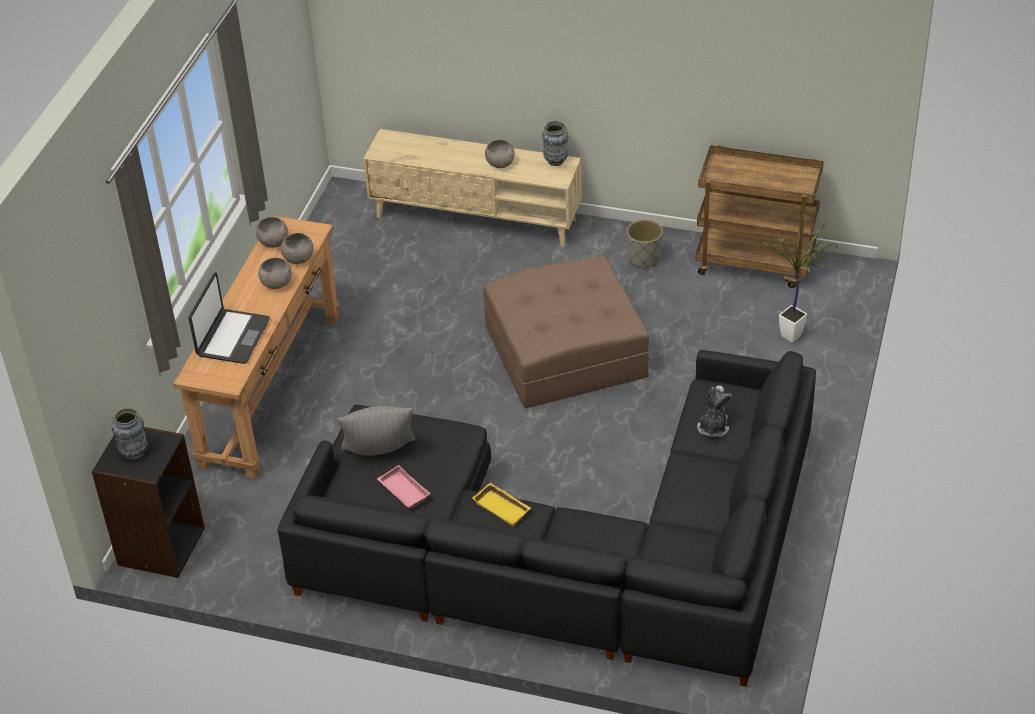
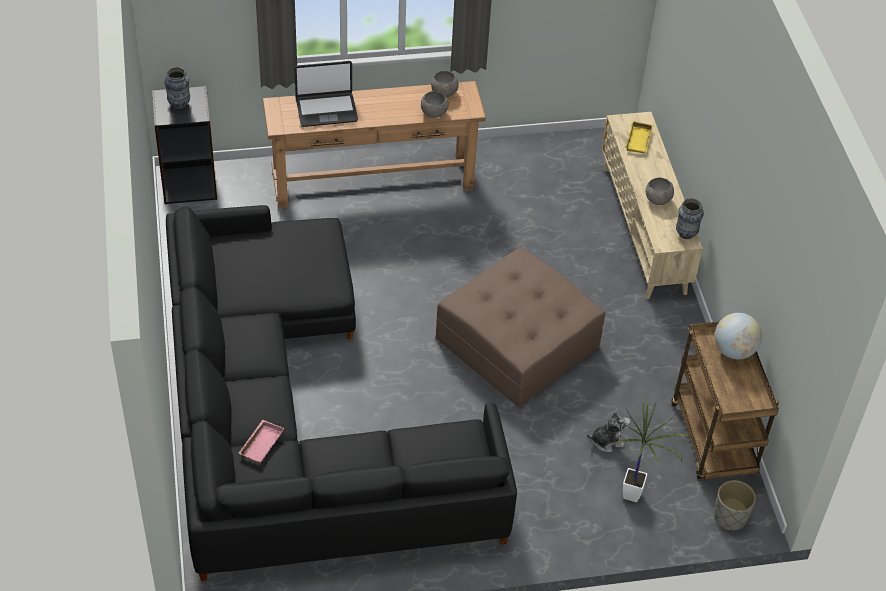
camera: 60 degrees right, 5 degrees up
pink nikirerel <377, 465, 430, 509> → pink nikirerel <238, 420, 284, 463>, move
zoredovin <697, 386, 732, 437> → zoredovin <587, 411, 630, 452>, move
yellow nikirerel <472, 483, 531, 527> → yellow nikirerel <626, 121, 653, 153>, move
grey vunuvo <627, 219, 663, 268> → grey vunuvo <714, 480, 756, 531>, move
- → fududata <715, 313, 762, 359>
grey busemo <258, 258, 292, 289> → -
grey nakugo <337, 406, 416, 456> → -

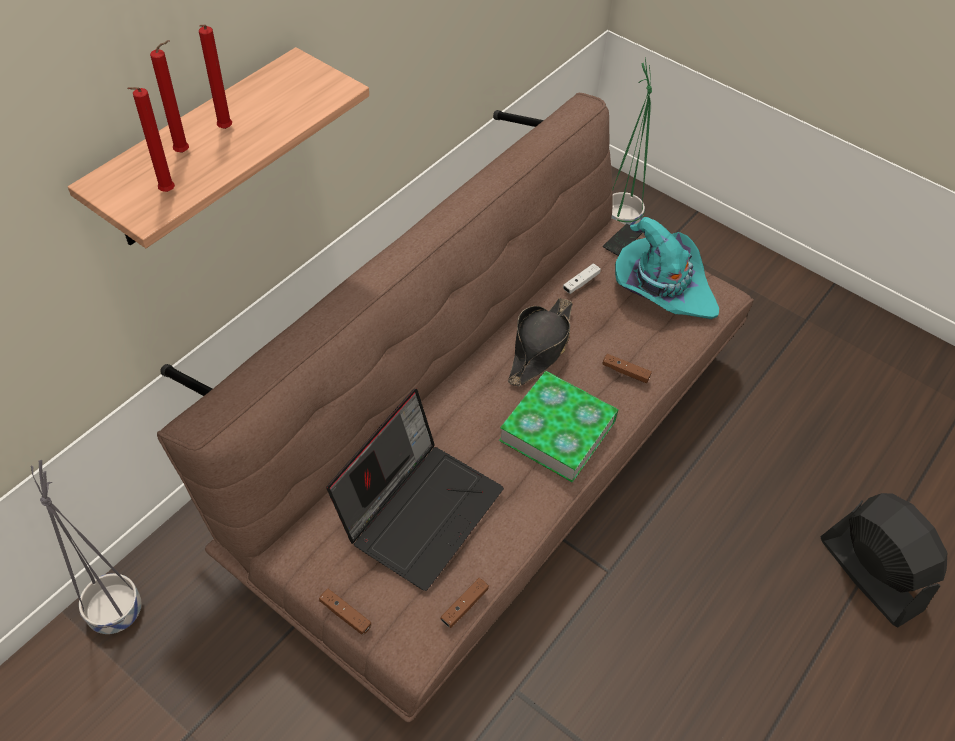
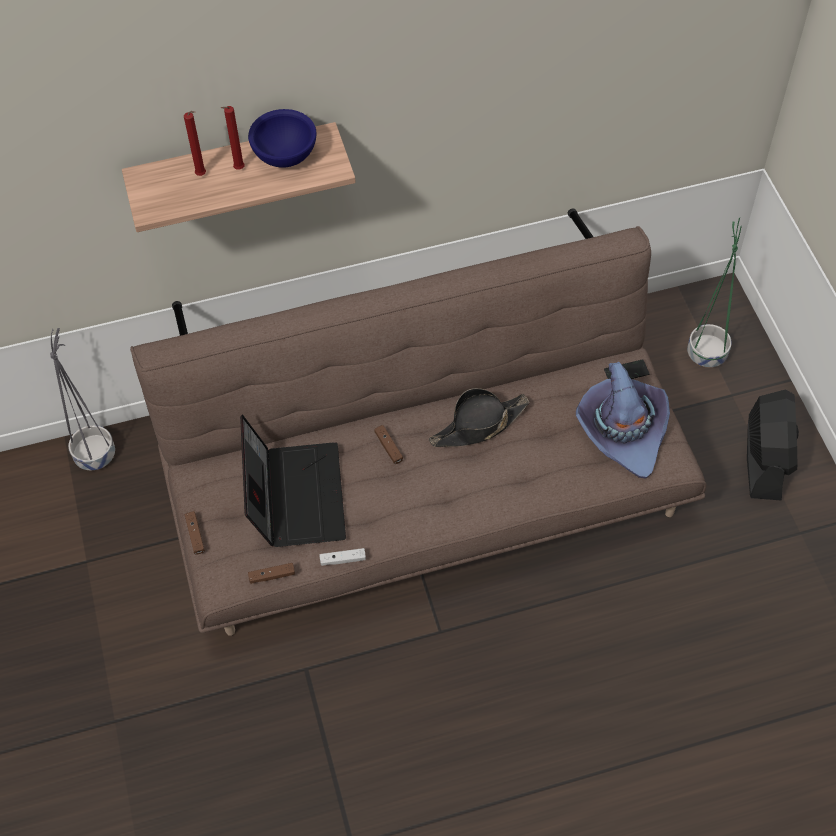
camera: 40 degrees right, 5 degrees up
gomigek <326, 389, 504, 591> → gomigek <240, 414, 346, 547>, 75 degrees counterclockwise
- → blue busemo <248, 109, 317, 168>
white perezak <563, 263, 601, 294> → white perezak <319, 548, 366, 566>, move
brown perezak <602, 354, 652, 383> → brown perezak <374, 425, 403, 464>, move
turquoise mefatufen <615, 217, 719, 319> → purple mefatufen <576, 362, 670, 479>
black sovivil <820, 493, 947, 627> → black sovivil <747, 389, 799, 501>, move
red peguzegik <127, 87, 175, 192> → -
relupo <499, 371, 619, 483> → -

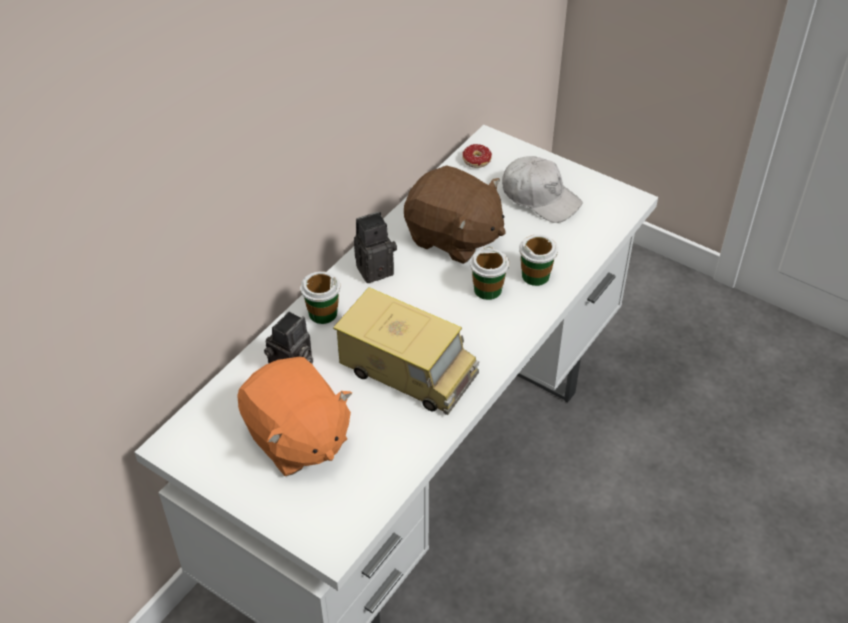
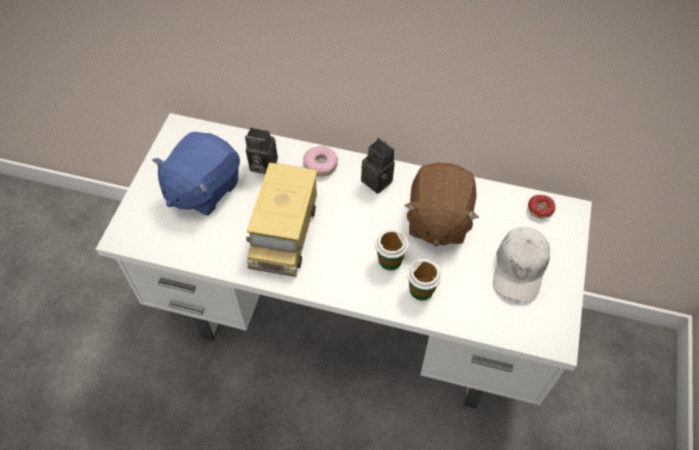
camera: 70 degrees right, 10 degrees up
orange zoredovin <237, 357, 352, 476> → blue zoredovin <152, 132, 240, 215>
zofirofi <300, 271, 340, 324> → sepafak <303, 146, 338, 177>

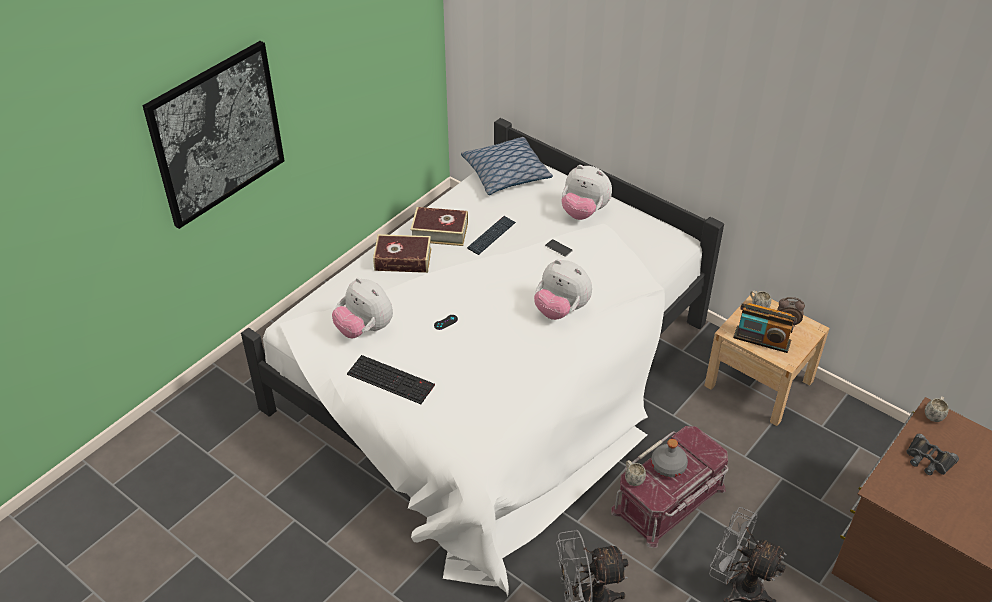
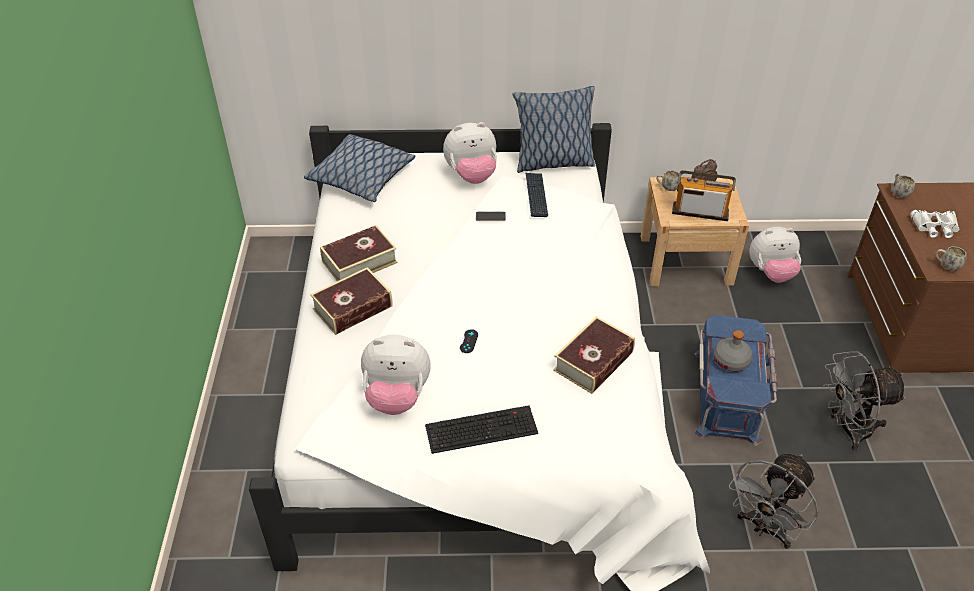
camera: 40 degrees left, 0 degrees up
- → nakugo <512, 86, 595, 173>
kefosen <467, 216, 516, 255> → kefosen <526, 173, 548, 217>, move
- → relupo <553, 316, 635, 394>
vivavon <733, 303, 797, 353> → vivavon <672, 170, 736, 221>, 150 degrees counterclockwise
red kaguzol <611, 426, 729, 548> → blue kaguzol <694, 315, 778, 446>
zoredovin <534, 259, 592, 320> → zoredovin <749, 227, 801, 283>, move
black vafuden <906, 434, 959, 475> → white vafuden <910, 209, 959, 238>
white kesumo <625, 460, 646, 486> → white kesumo <935, 246, 967, 271>, move
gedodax <142, 41, 285, 229> → -

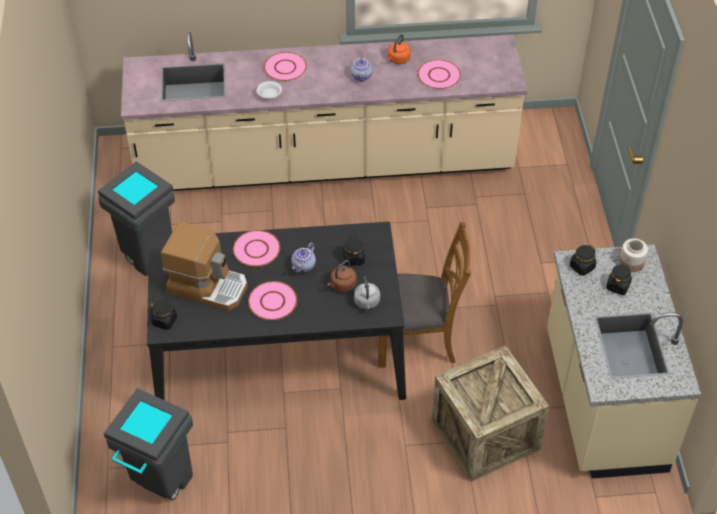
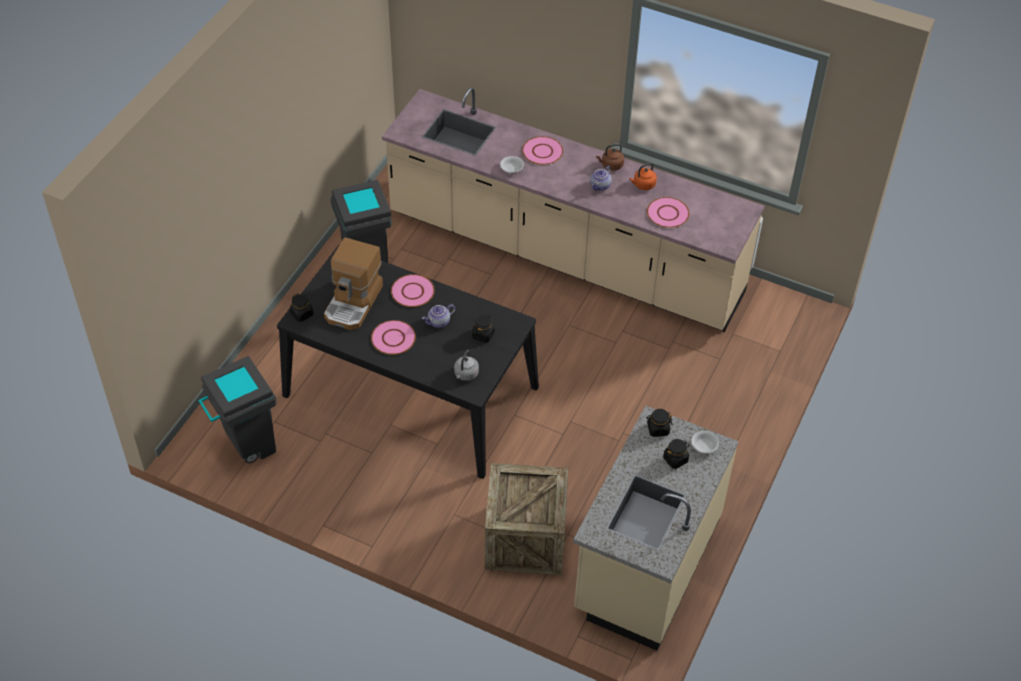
camera: 30 degrees right, 0 degrees up
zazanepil <161, 222, 248, 311> → zazanepil <324, 237, 383, 330>, 60 degrees clockwise
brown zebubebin <327, 260, 357, 292> → brown zebubebin <596, 144, 624, 171>, move
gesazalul <619, 238, 648, 272> → white busemo <691, 431, 719, 453>
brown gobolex <378, 222, 471, 368> → -

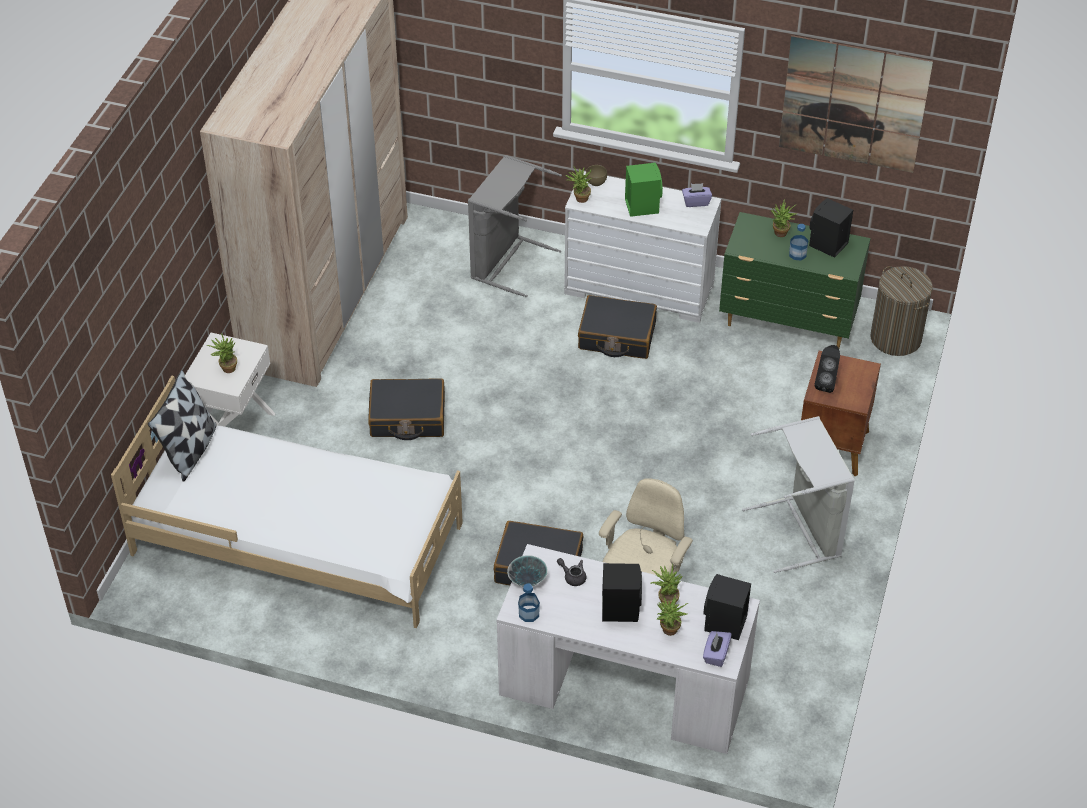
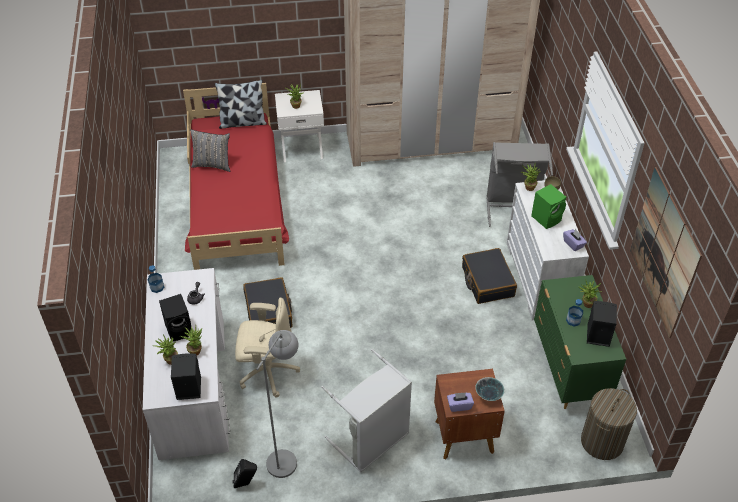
camera: 65 degrees right, 0 degrees up
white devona <111, 375, 463, 628> → red devona <183, 83, 289, 270>
- → grey nakugo <190, 129, 231, 172>
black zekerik <814, 345, 840, 393> → black zekerik <232, 459, 257, 488>, move
- → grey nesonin <256, 330, 298, 478>
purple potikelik <703, 631, 732, 667> → purple potikelik <447, 392, 474, 412>, move
busemo <507, 555, 548, 587> → busemo <475, 377, 505, 401>, move
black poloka <368, 378, 445, 440> → -

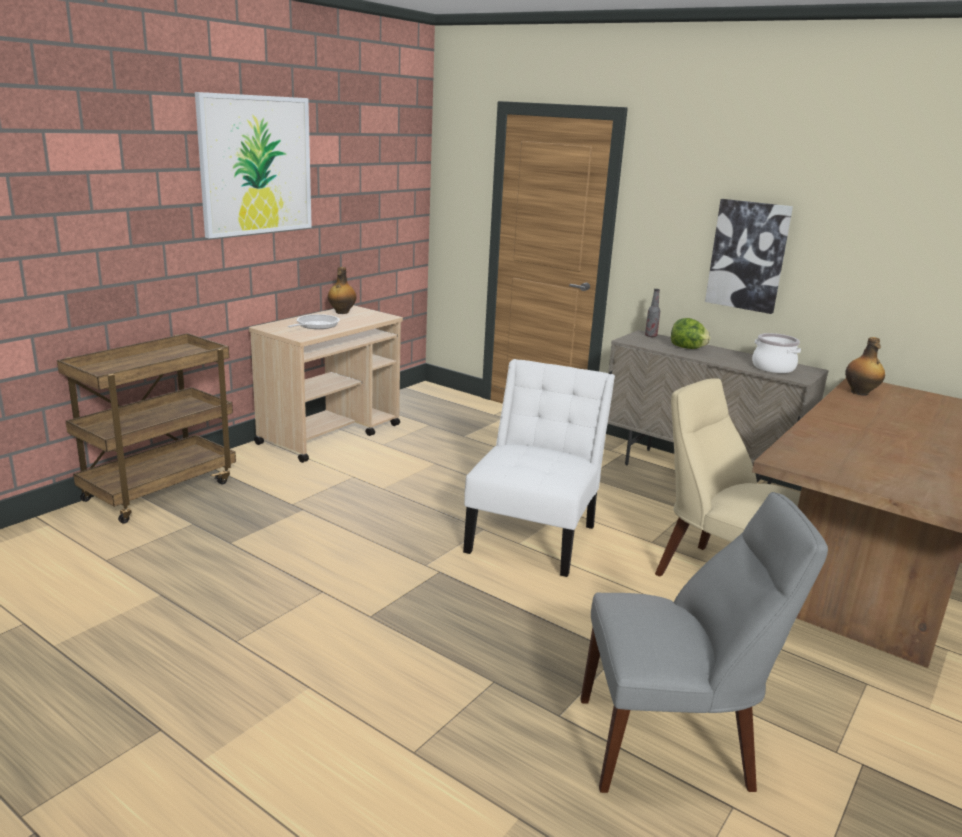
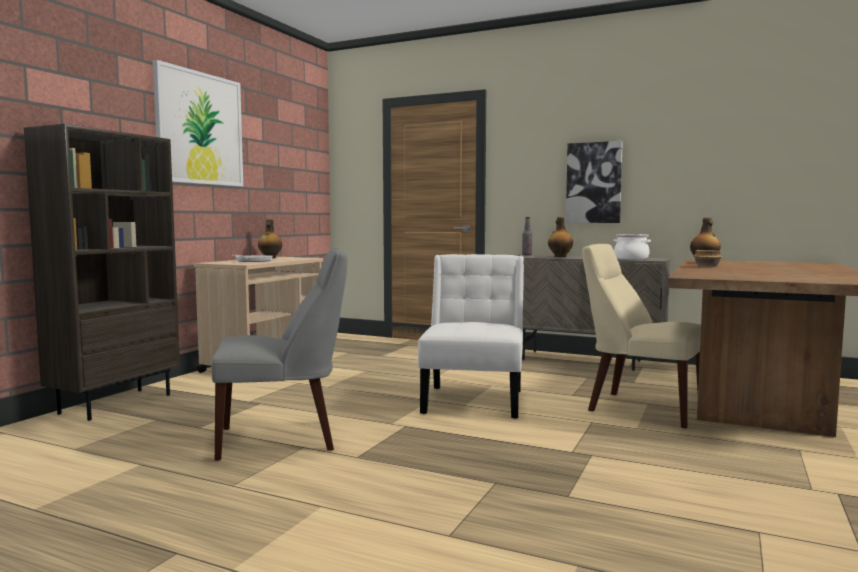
camera: 10 degrees left, 15 degrees down
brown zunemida <57, 333, 236, 524> → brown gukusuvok <24, 124, 180, 421>
grey gobolex <581, 492, 828, 793> → grey gobolex <212, 248, 348, 461>, move
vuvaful <671, 318, 711, 349> → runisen <548, 217, 573, 257>
- → busemo <693, 250, 723, 267>

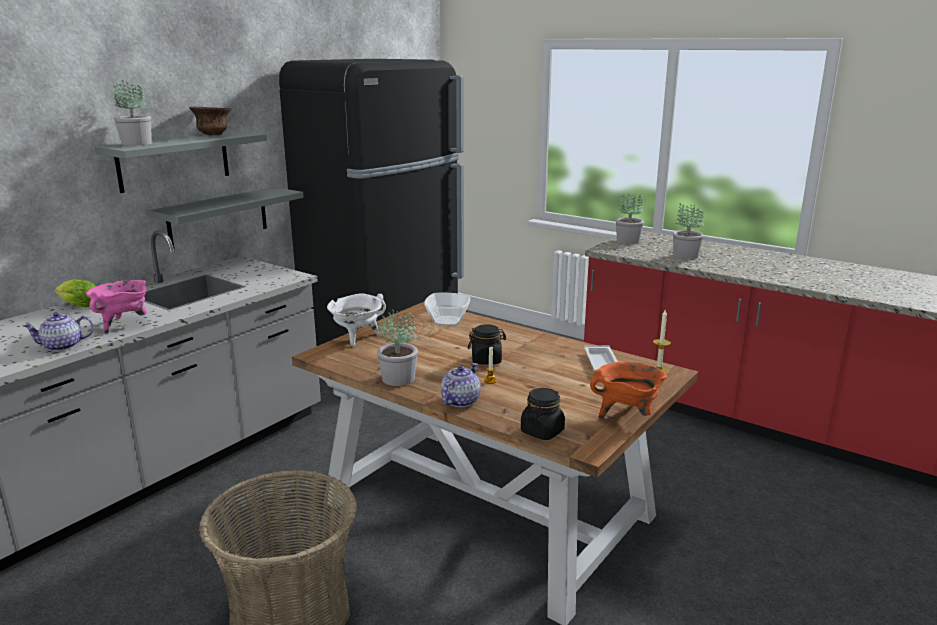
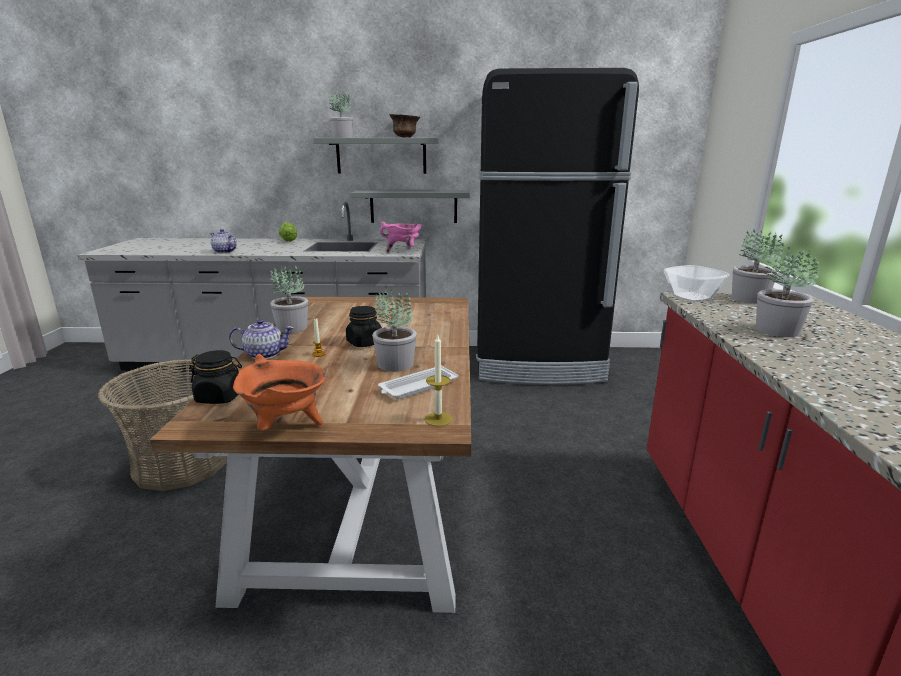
camera: 55 degrees right, 0 degrees up
- → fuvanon <372, 285, 417, 372>
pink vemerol <86, 280, 147, 334> → pink vemerol <380, 222, 423, 253>, move
busemo <424, 293, 470, 326> → busemo <664, 265, 730, 302>, move
white vemerol <327, 293, 386, 346> → -

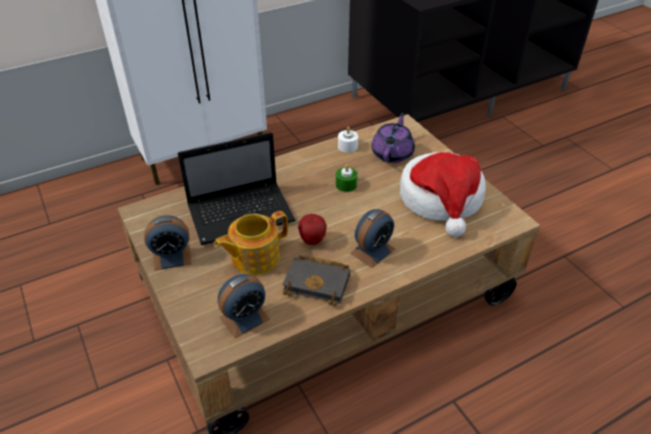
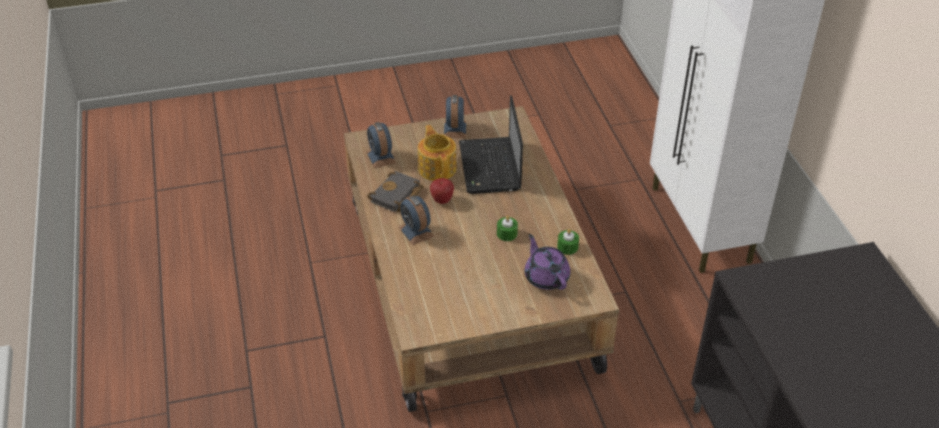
camera: 105 degrees right, 0 degrees up
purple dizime <371, 113, 415, 163> → purple dizime <525, 234, 570, 290>, 150 degrees counterclockwise
white peguzegik <338, 126, 358, 153> → green peguzegik <557, 229, 579, 255>
mefatufen <400, 152, 486, 237> → -

